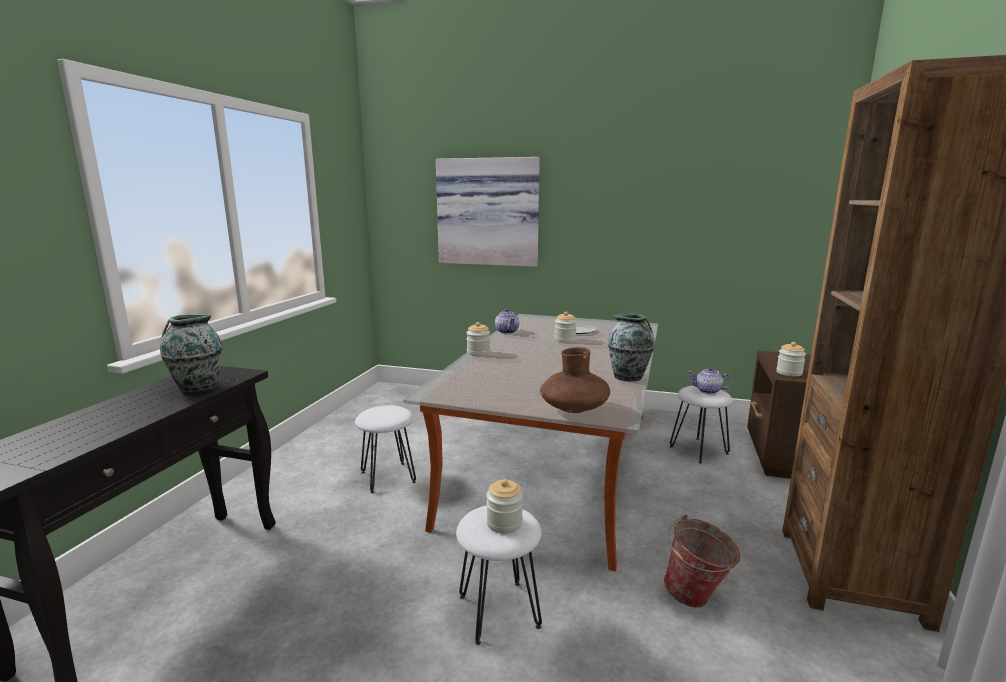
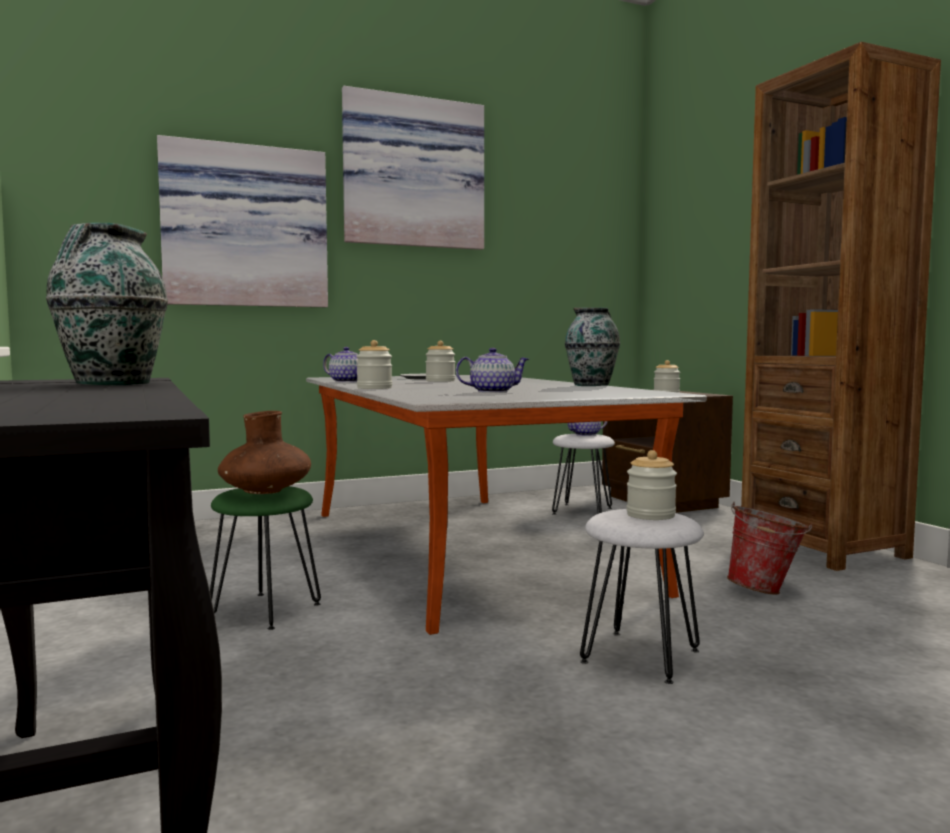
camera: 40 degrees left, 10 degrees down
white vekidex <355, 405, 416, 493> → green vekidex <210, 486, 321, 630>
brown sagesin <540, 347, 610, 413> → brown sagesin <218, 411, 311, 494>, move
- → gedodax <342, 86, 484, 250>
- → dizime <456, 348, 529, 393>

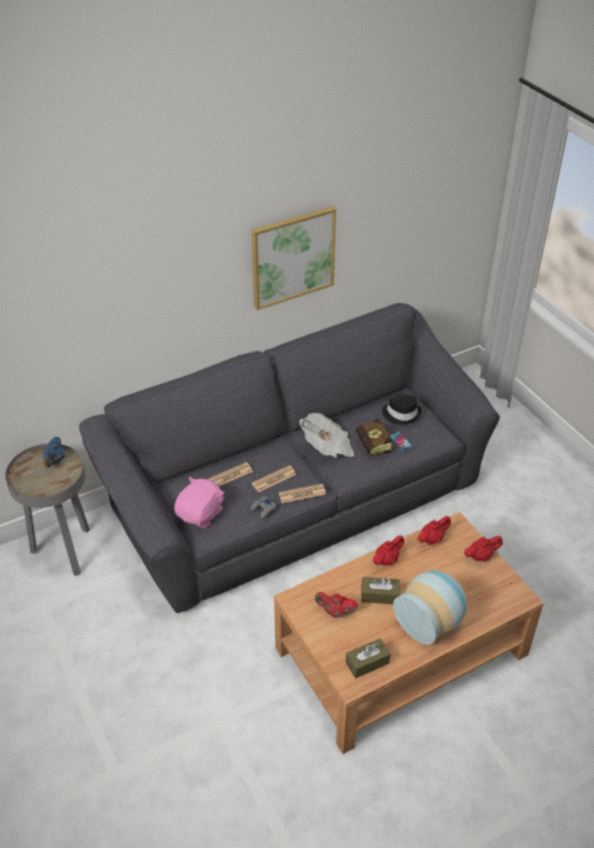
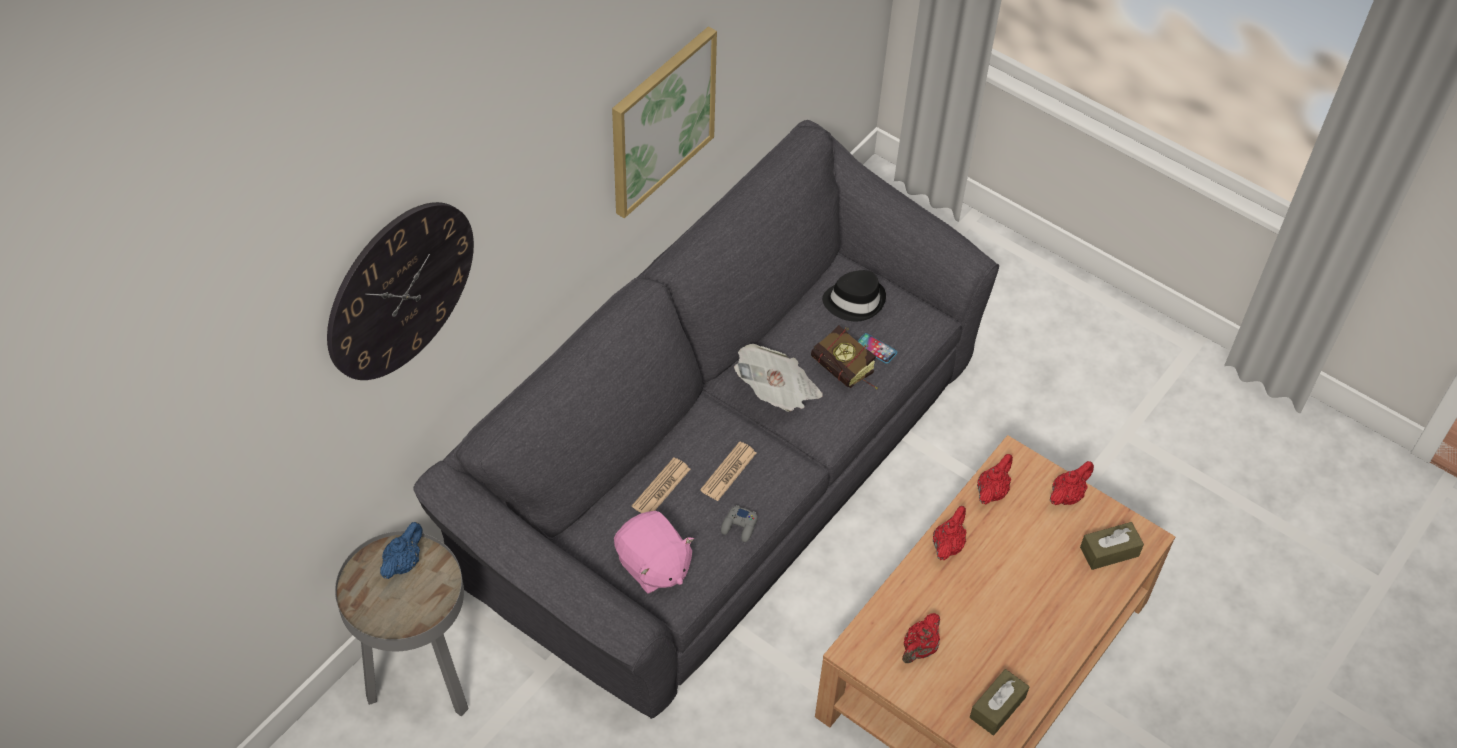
camera: 25 degrees left, 10 degrees up
- → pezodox <327, 202, 474, 380>
blue dizime <43, 437, 65, 467> → blue dizime <380, 522, 423, 579>, 135 degrees counterclockwise
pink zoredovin <174, 477, 225, 528> → pink zoredovin <614, 511, 694, 594>, 135 degrees clockwise
red dizime <315, 592, 358, 618> → red dizime <902, 613, 940, 663>, 45 degrees counterclockwise
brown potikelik <361, 577, 399, 604> → brown potikelik <1080, 522, 1144, 570>, move
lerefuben <279, 484, 326, 503> → -
sagesin <393, 571, 467, 645> → -

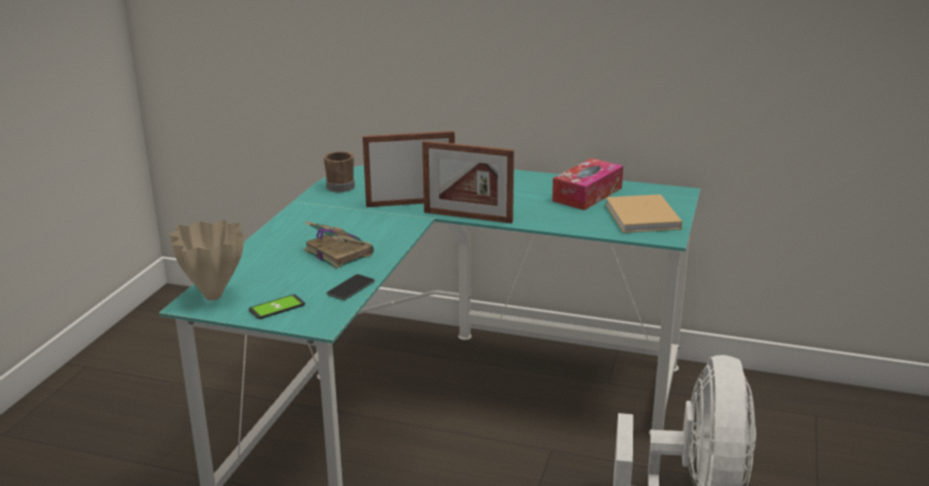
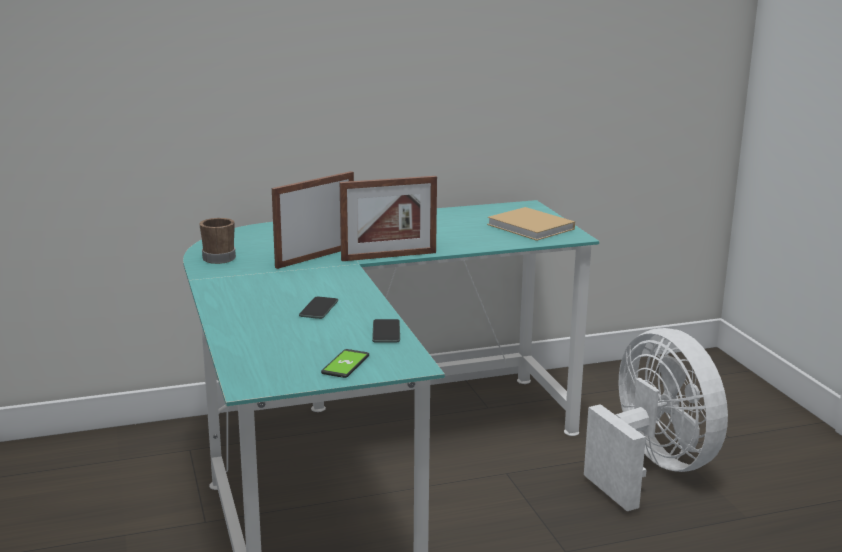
camera: 35 degrees left, 5 degrees down
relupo <304, 221, 374, 269> → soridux <299, 296, 338, 319>
beige sagesin <169, 220, 244, 300> → -
potikelik <552, 158, 623, 210> → -

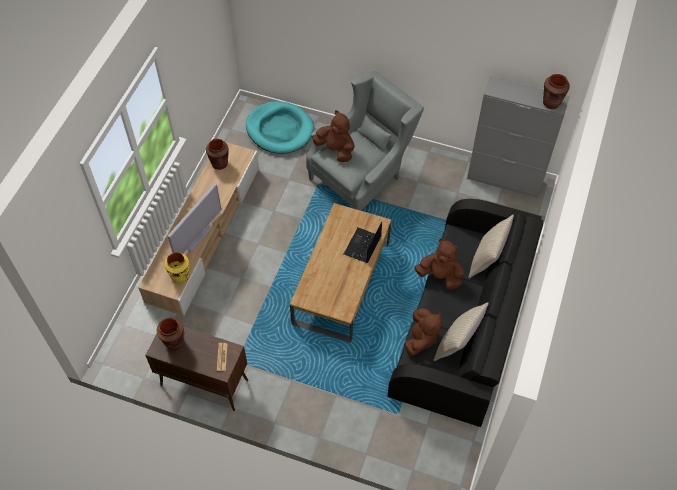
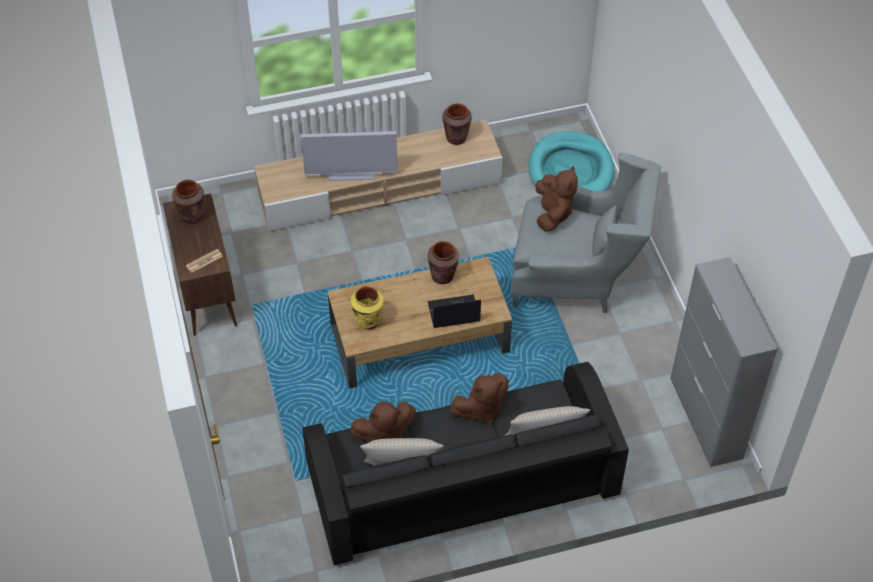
camera: 55 degrees right, 5 degrees down
yellow sagesin <164, 252, 189, 284> → yellow sagesin <351, 286, 383, 330>, move
brown sagesin <543, 74, 570, 109> → brown sagesin <428, 241, 459, 284>, move
brown zoredovin <414, 239, 465, 290> → brown zoredovin <450, 373, 509, 424>, 75 degrees clockwise

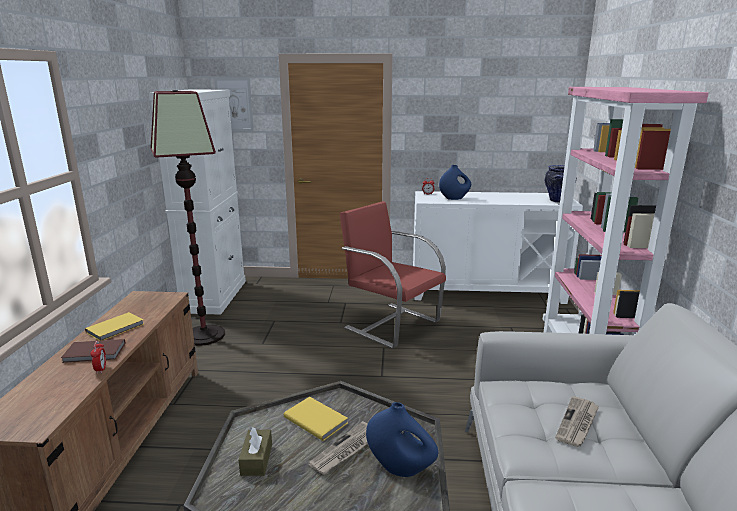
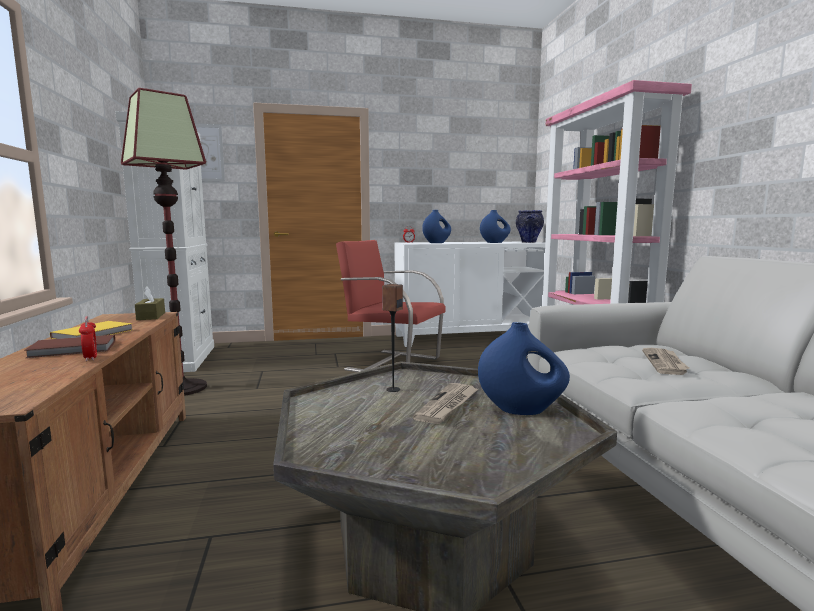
camera: 15 degrees left, 10 degrees down
brown potikelik <239, 427, 272, 476> → brown potikelik <135, 287, 165, 320>, move
yellow relupo <284, 397, 348, 441> → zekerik <382, 284, 403, 392>
- → blue sagesin <480, 210, 511, 243>

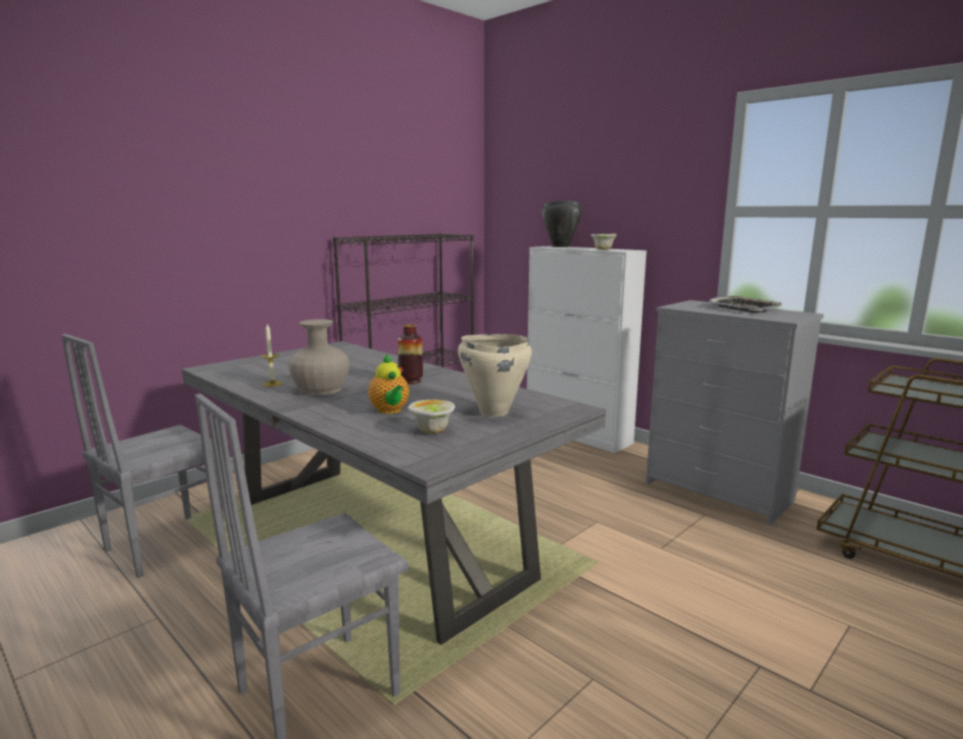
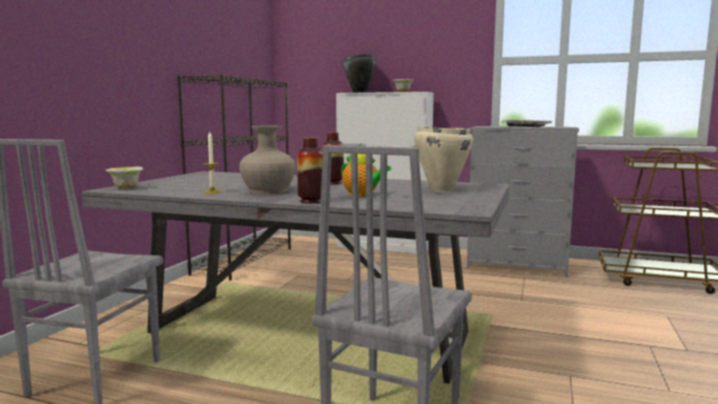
camera: 25 degrees left, 5 degrees down
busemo <408, 400, 455, 433> → busemo <106, 167, 143, 188>, move
- → sagesin <297, 137, 323, 203>

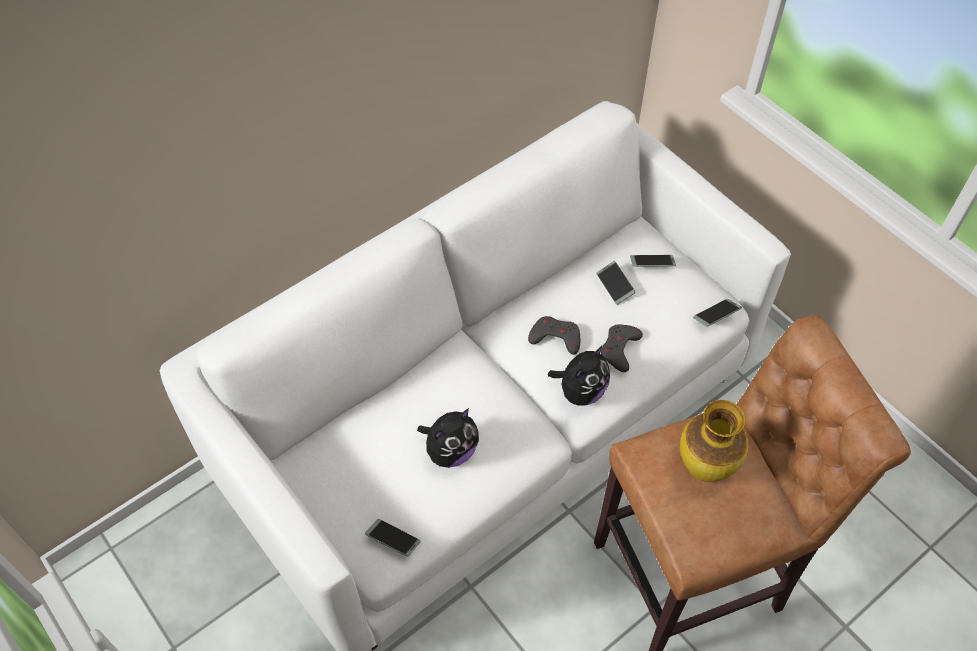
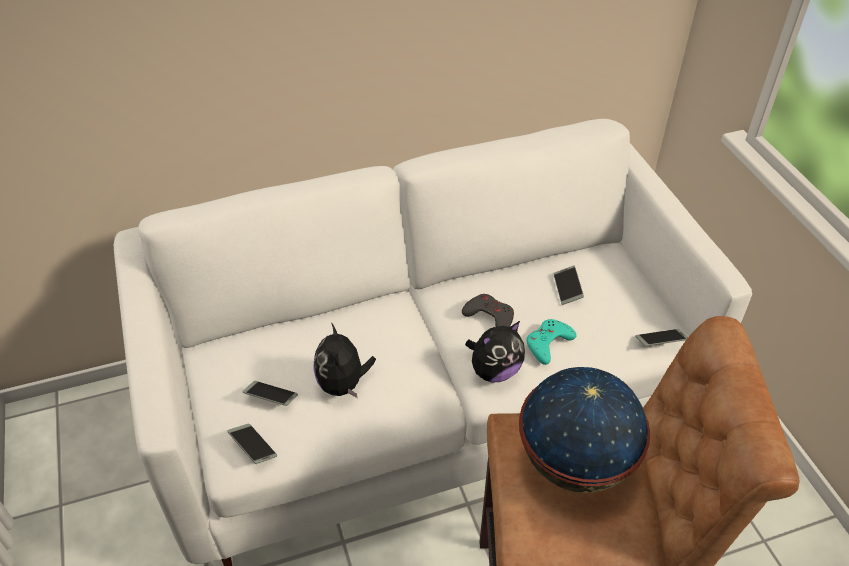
camera: 20 degrees right, 10 degrees down
soridux <630, 255, 676, 267> → soridux <242, 381, 298, 406>, move
zoredovin <417, 408, 479, 468> → zoredovin <313, 322, 376, 398>, 105 degrees clockwise
sagesin <680, 400, 749, 482> → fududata <519, 367, 650, 493>
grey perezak <601, 325, 643, 372> → turquoise perezak <526, 319, 576, 365>

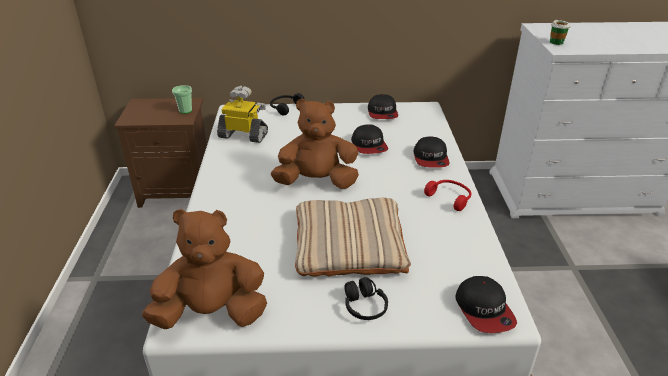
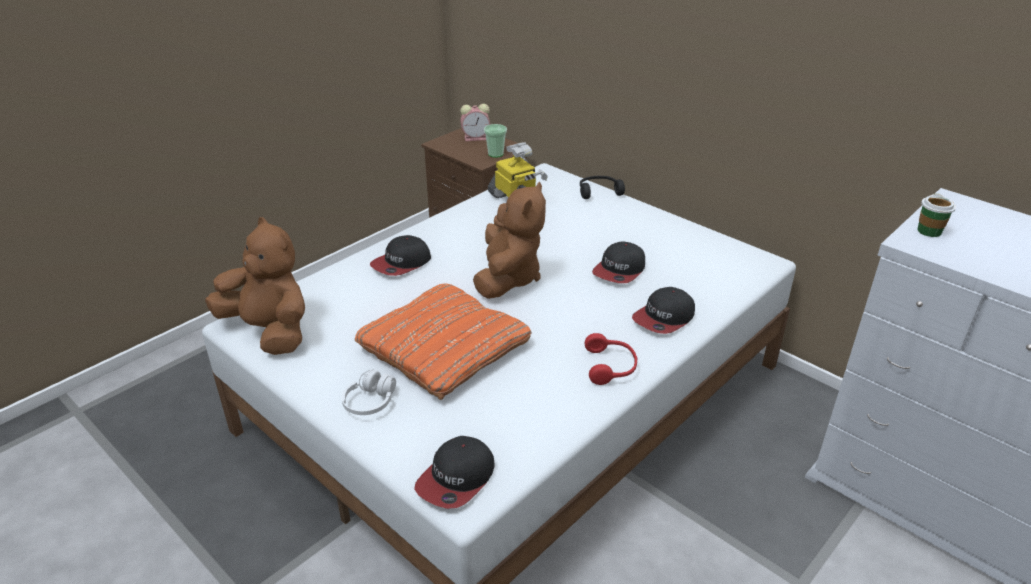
camera: 45 degrees right, 0 degrees up
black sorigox <344, 277, 388, 320> → white sorigox <341, 369, 396, 415>
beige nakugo <295, 197, 411, 277> → orange nakugo <355, 284, 532, 400>
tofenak <368, 94, 398, 119> → tofenak <370, 235, 431, 276>, move
- → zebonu <460, 104, 490, 141>
brown zoredovin <271, 98, 359, 189> → brown zoredovin <473, 182, 546, 299>, 60 degrees clockwise

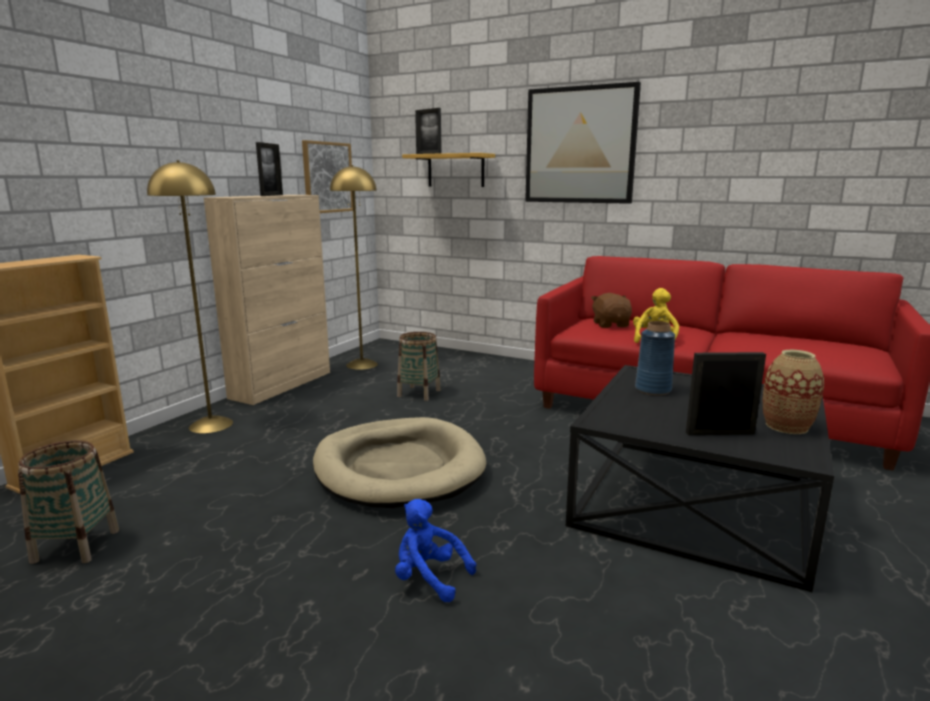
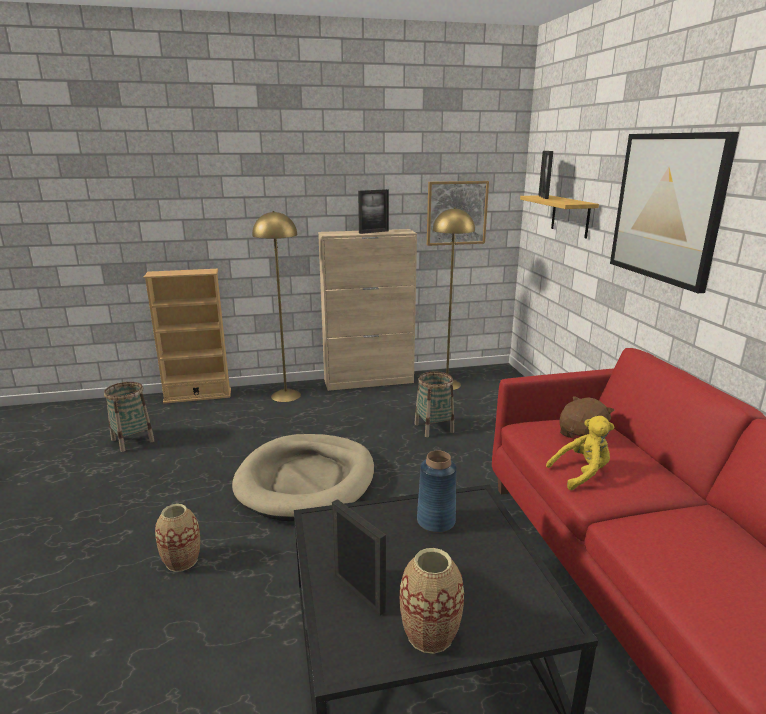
camera: 50 degrees right, 5 degrees up
blue zoredovin <395, 499, 476, 602> → sagesin <155, 504, 200, 572>

